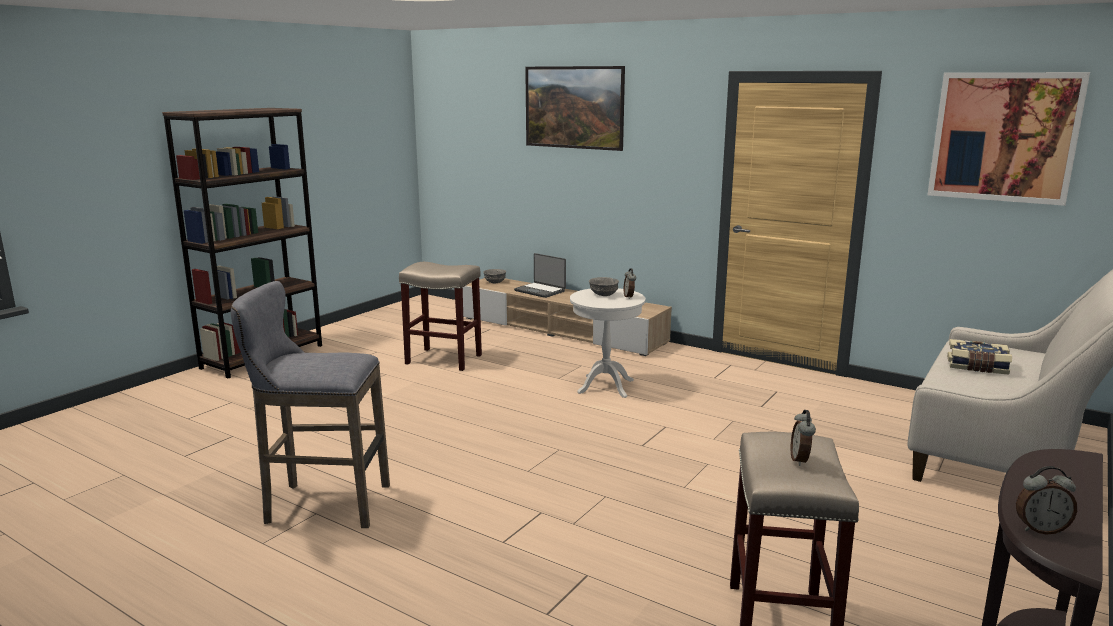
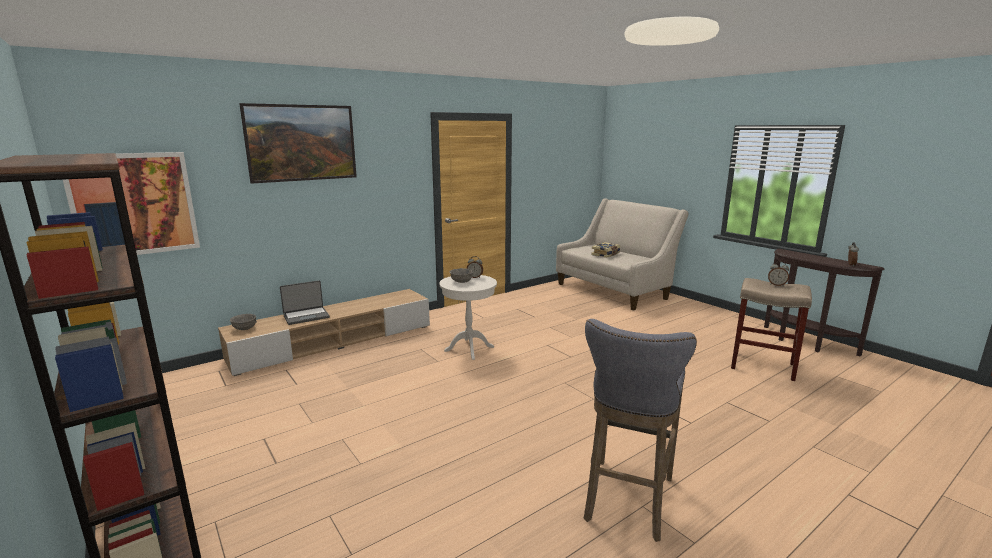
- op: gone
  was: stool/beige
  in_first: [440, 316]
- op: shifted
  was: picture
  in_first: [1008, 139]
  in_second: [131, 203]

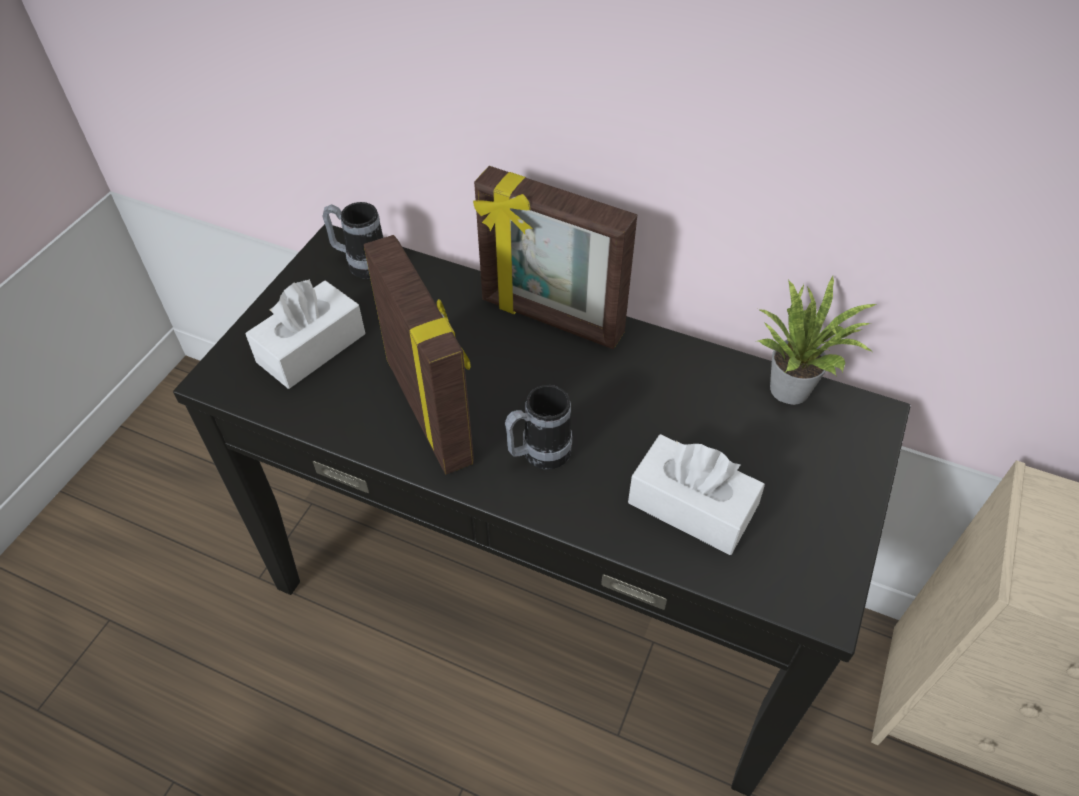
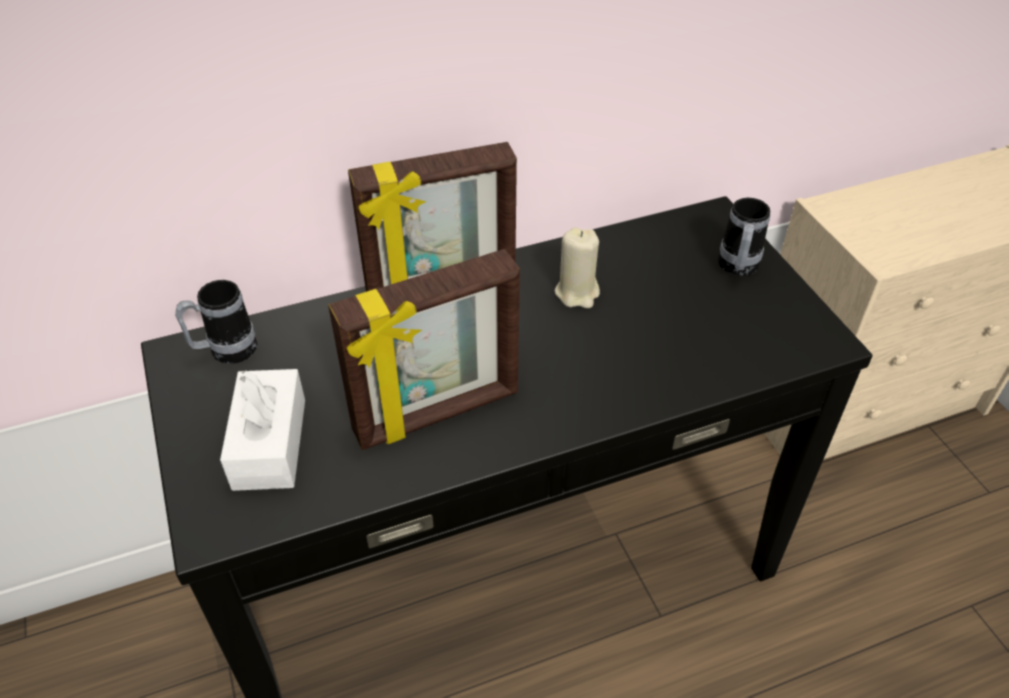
- op: rotated
  was: picture frame
  in_first: [419, 354]
  in_second: [424, 349]
  clockwise: 135
- op: shifted
  was: mug
  in_first: [538, 427]
  in_second: [744, 237]
- op: gone
  was: tissue box/white
  in_first: [696, 494]
- op: gone
  was: potted plant
  in_first: [817, 340]
- op: new
  now: candle/beige
  in_second: [577, 268]

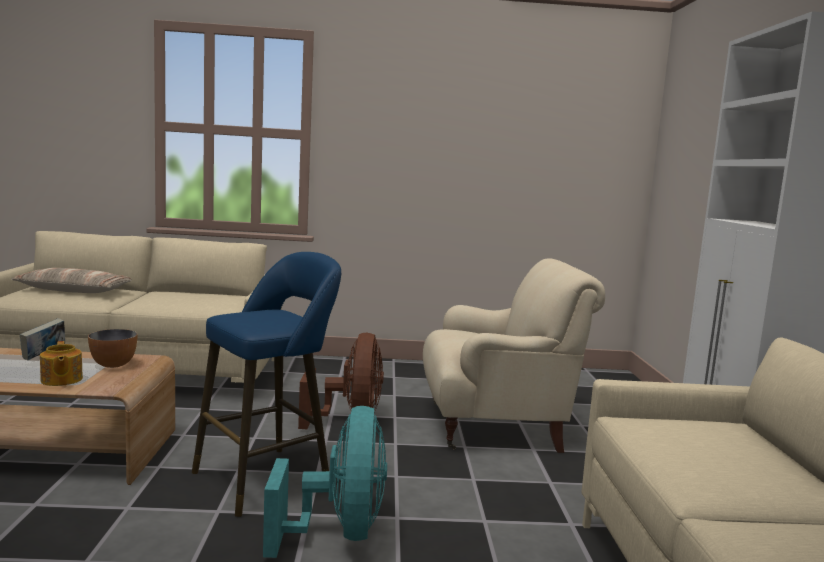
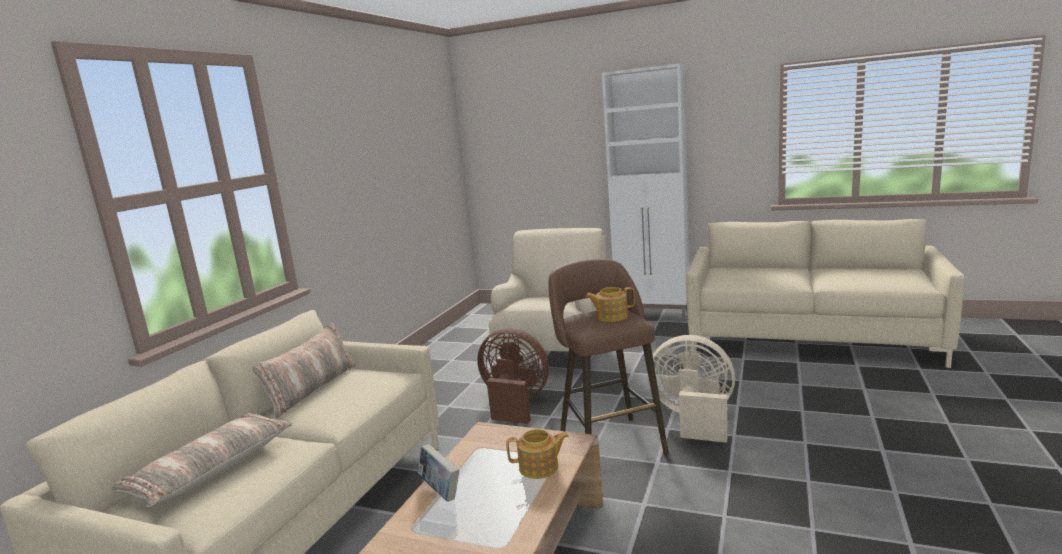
- op: gone
  was: bowl
  in_first: [112, 348]
- op: repainted
  was: stool/blue
  now: stool/brown
  in_first: [266, 384]
  in_second: [608, 357]
- op: repainted
  was: fan/turquoise
  now: fan/beige
  in_first: [325, 482]
  in_second: [694, 389]
- op: new
  now: pillow
  in_second: [303, 370]
- op: new
  now: teapot
  in_second: [610, 304]

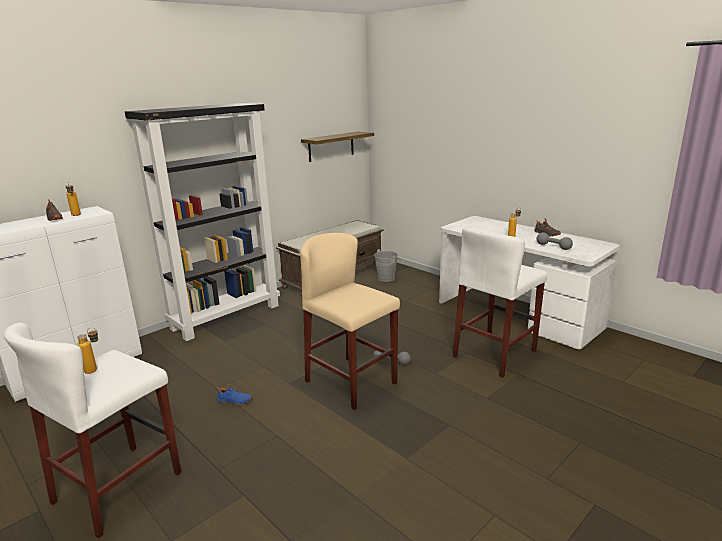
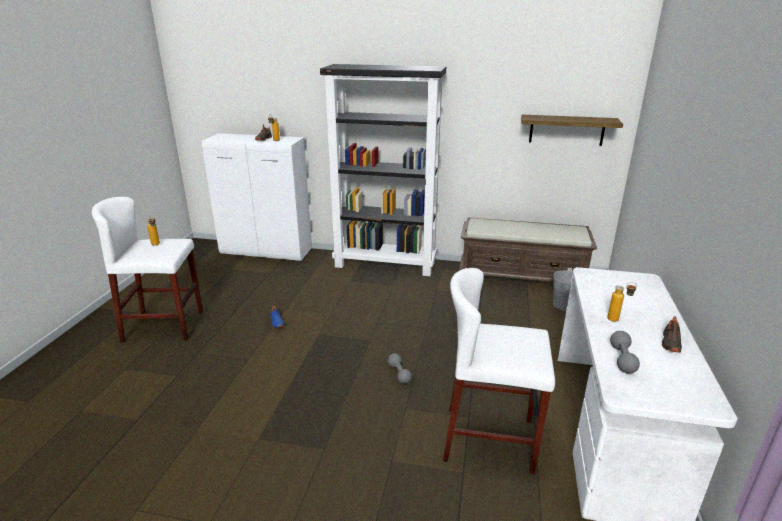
- op: gone
  was: stool/beige
  in_first: [350, 321]

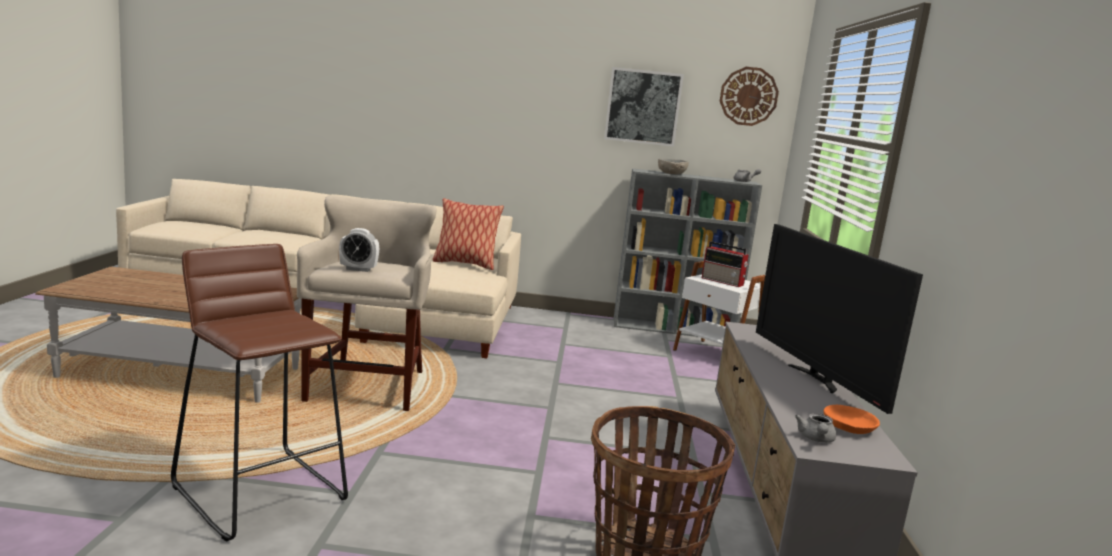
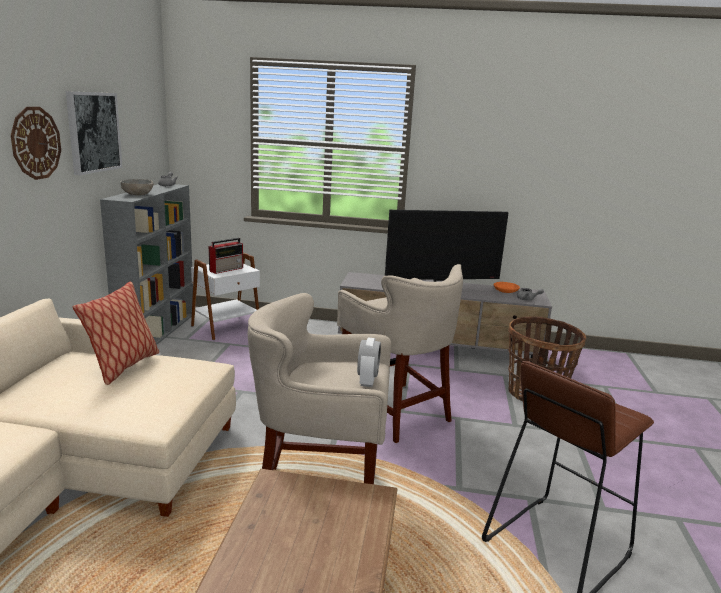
- op: shifted
  was: wall clock
  in_first: [749, 96]
  in_second: [36, 143]
- op: new
  now: stool/beige
  in_second: [400, 353]

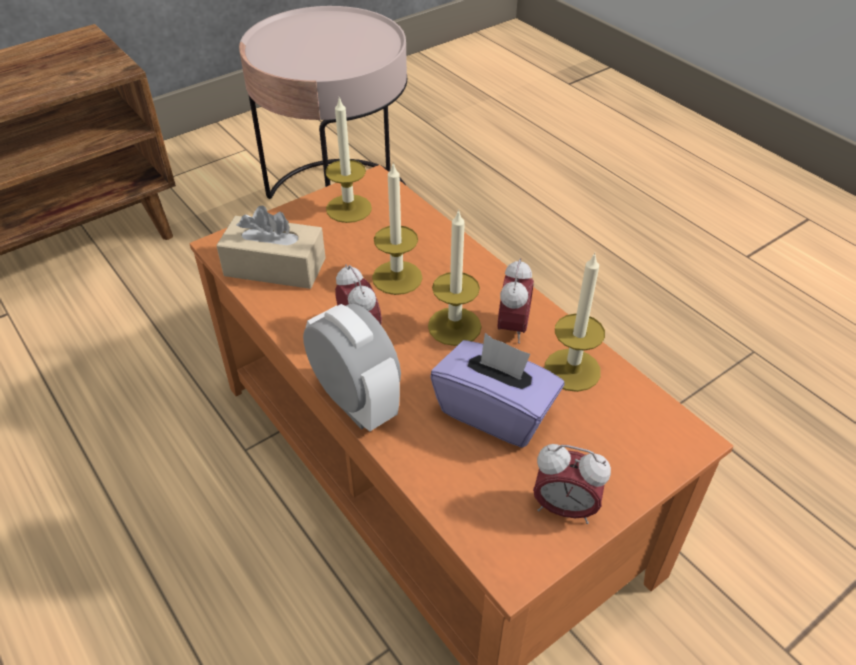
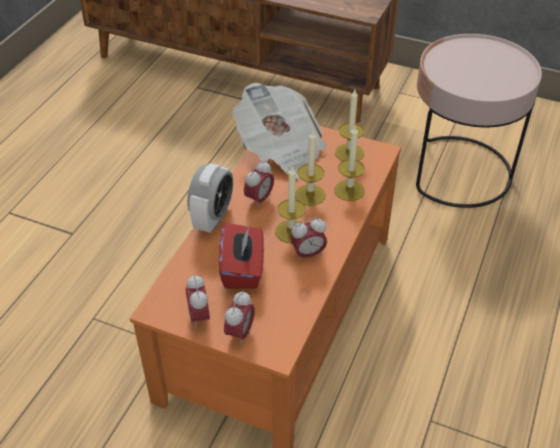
- op: swapped
  was: tissue box/beige
  now: newspaper
  in_first: [271, 247]
  in_second: [280, 131]
- op: repainted
  was: tissue box/purple
  now: tissue box/red
  in_first: [497, 390]
  in_second: [241, 256]
- op: shifted
  was: candle
  in_first: [574, 322]
  in_second: [349, 163]
- op: new
  now: alarm clock
  in_second: [239, 318]

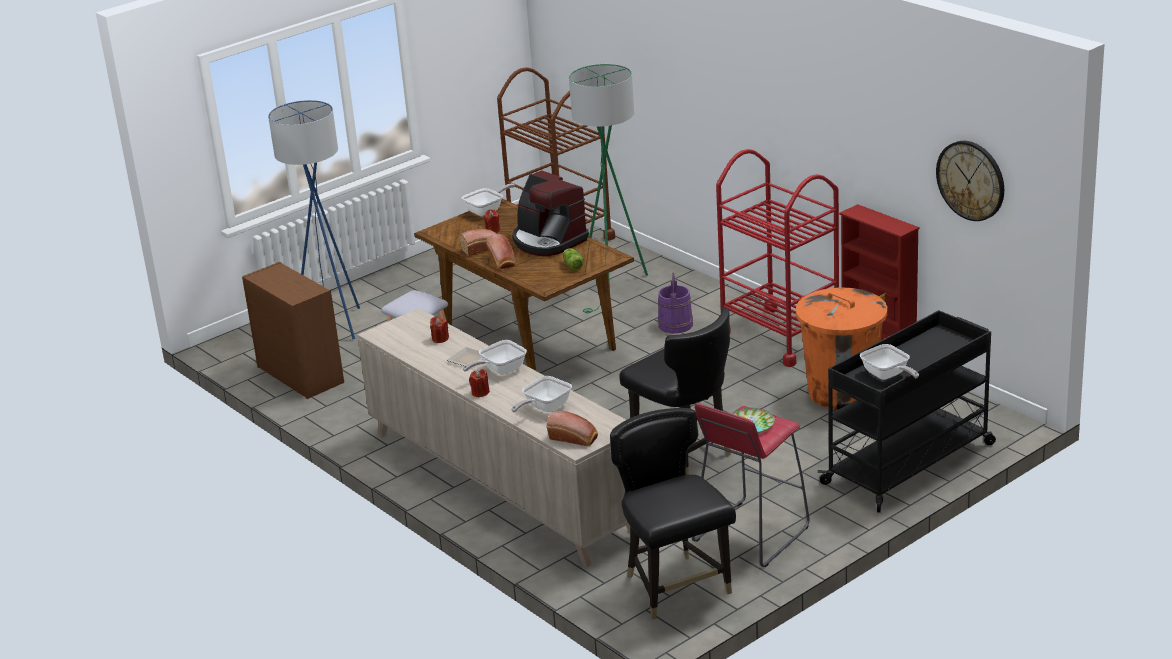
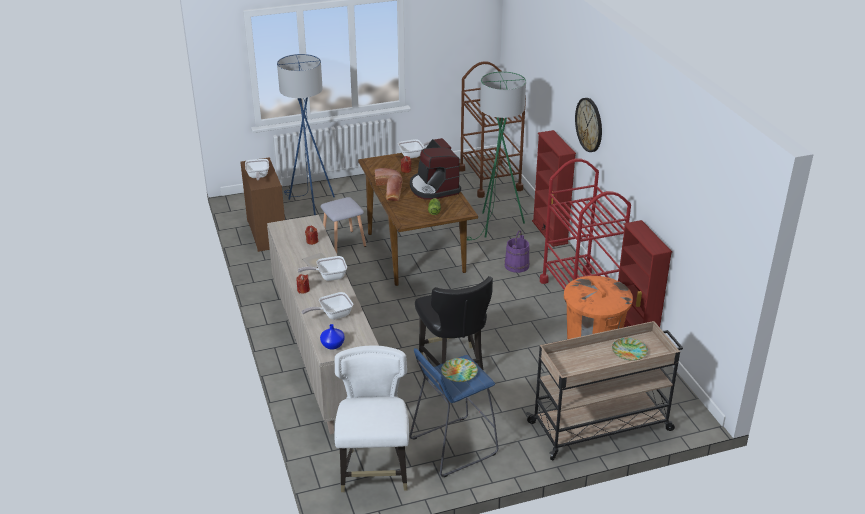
- op: swapped
  was: bread
  now: vase/blue
  in_first: [572, 428]
  in_second: [332, 337]
- op: repainted
  was: chair/black
  now: chair/white
  in_first: [673, 514]
  in_second: [371, 419]
- op: repainted
  was: stool/red
  now: stool/blue
  in_first: [751, 485]
  in_second: [453, 412]
- op: repainted
  was: cart/black
  now: cart/beige
  in_first: [906, 411]
  in_second: [604, 390]
- op: shifted
  was: frying pan
  in_first: [889, 362]
  in_second: [257, 169]
- op: shifted
  was: wall clock
  in_first: [970, 181]
  in_second: [588, 125]
- op: new
  now: bookcase/red
  in_second: [554, 188]
- op: new
  now: plate
  in_second: [630, 349]

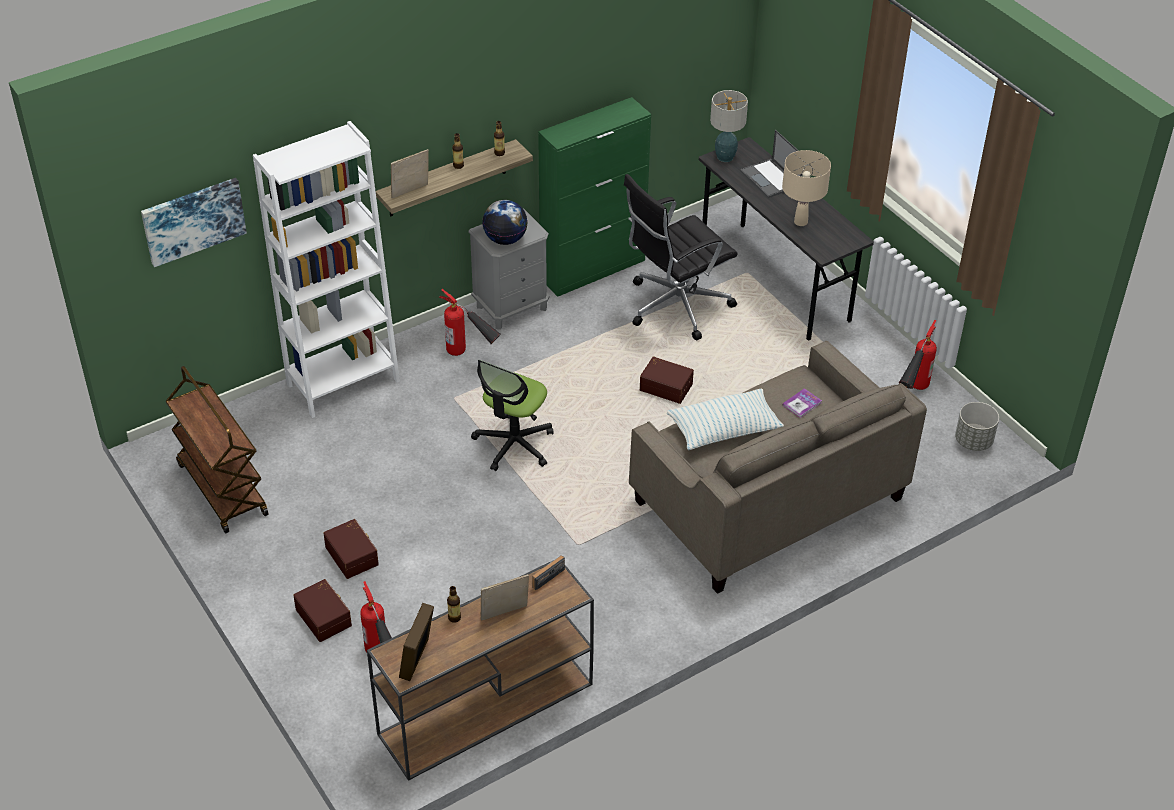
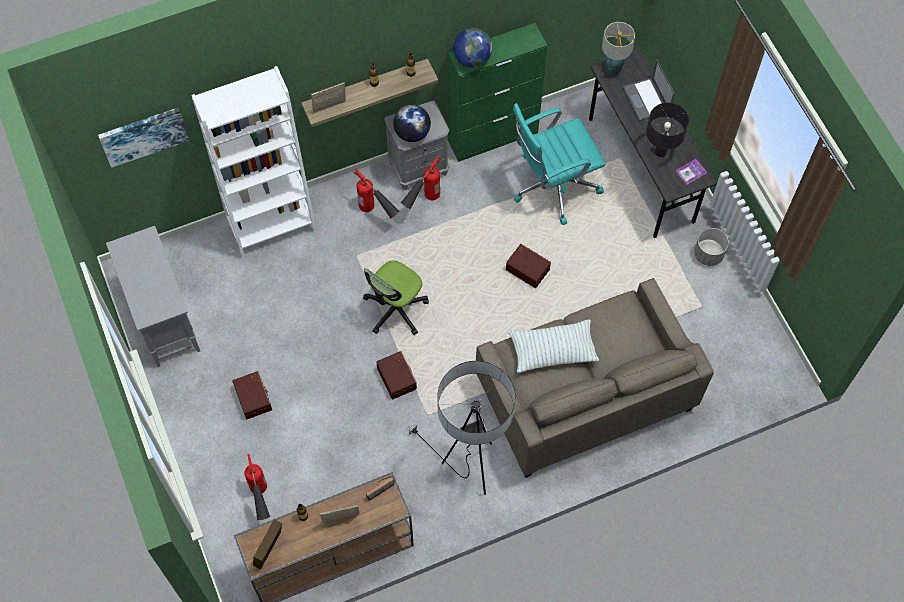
- op: swapped
  was: cart/brown
  now: cabinet/grey
  in_first: [217, 449]
  in_second: [153, 296]
- op: shifted
  was: storage box/brown
  in_first: [322, 610]
  in_second: [396, 375]
- op: repainted
  was: office chair/black
  now: office chair/turquoise
  in_first: [681, 257]
  in_second: [559, 164]
- op: repainted
  was: table lamp/beige
  now: table lamp/black
  in_first: [806, 188]
  in_second: [667, 129]
- op: shifted
  was: book
  in_first: [802, 403]
  in_second: [691, 172]
- op: shifted
  was: fire extinguisher
  in_first: [918, 355]
  in_second: [420, 182]
- op: shifted
  was: planter/grey
  in_first: [977, 426]
  in_second: [711, 247]
- op: new
  now: floor lamp
  in_second: [461, 428]
- op: new
  now: globe
  in_second: [472, 48]

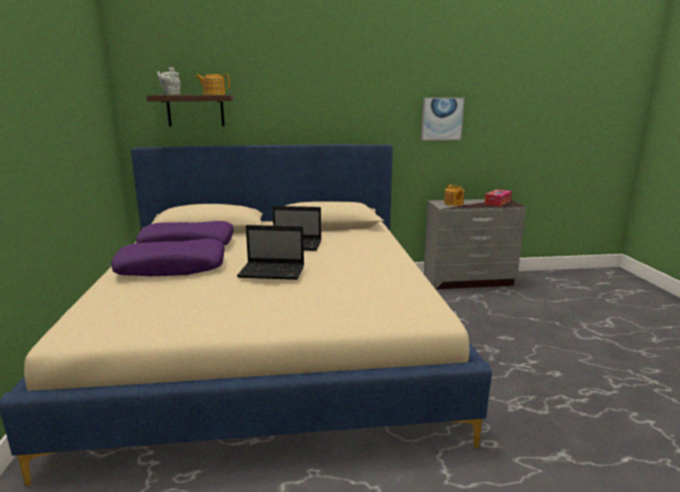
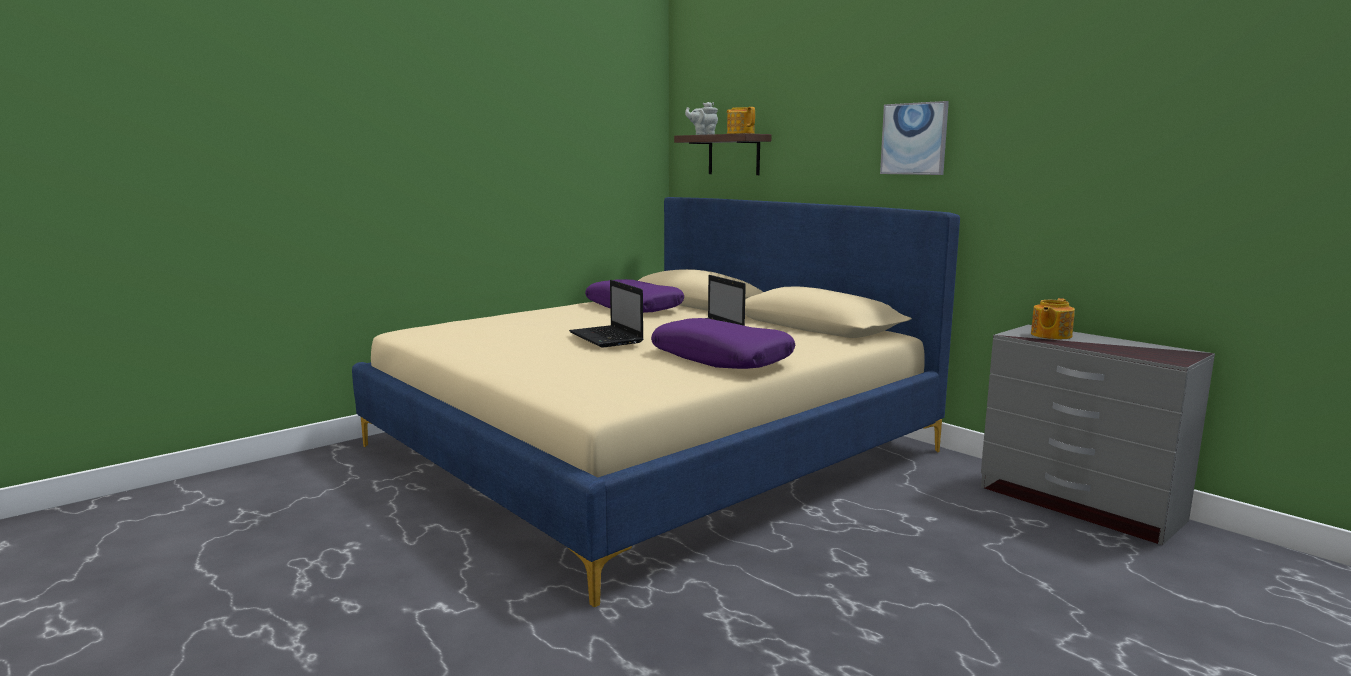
- op: shifted
  was: pillow/purple
  in_first: [168, 257]
  in_second: [723, 343]
- op: shifted
  was: picture
  in_first: [443, 119]
  in_second: [914, 138]
- op: gone
  was: tissue box
  in_first: [498, 197]

